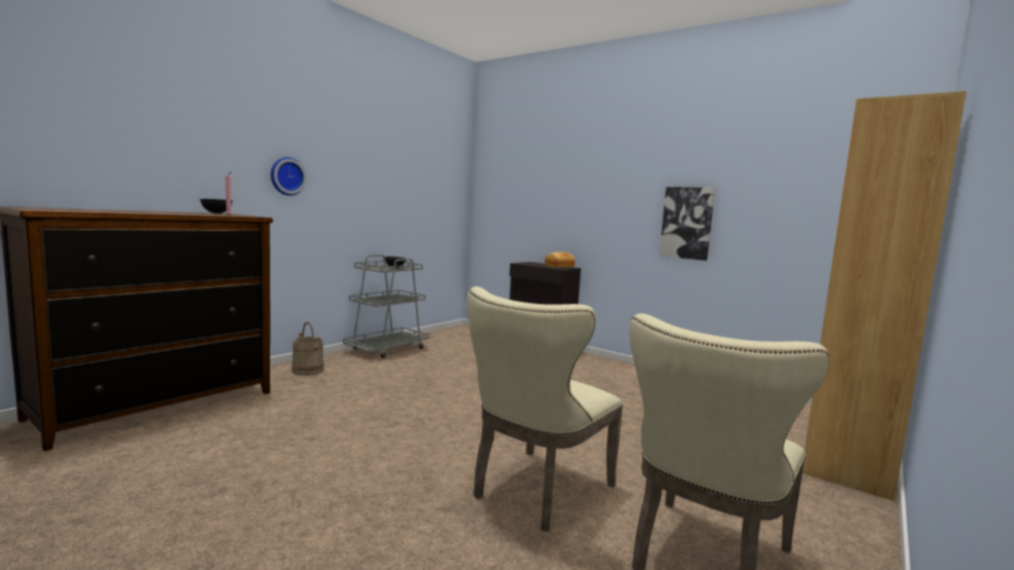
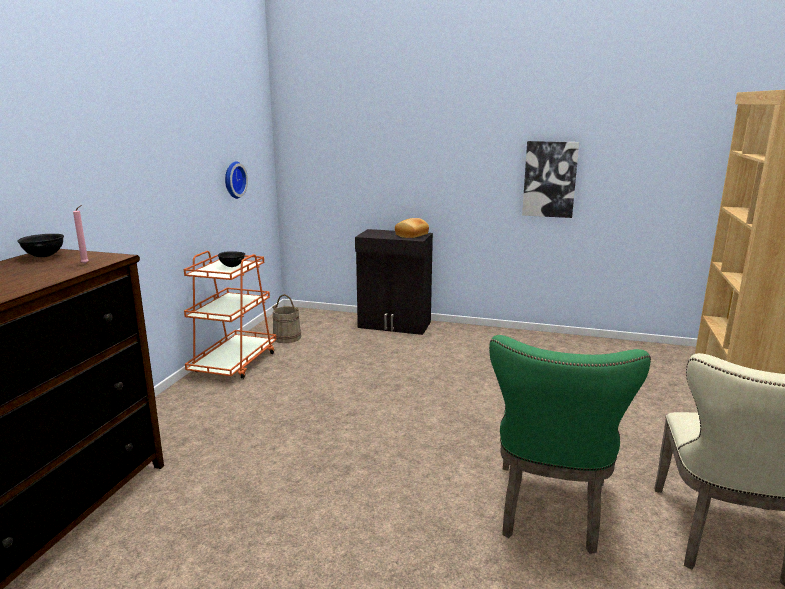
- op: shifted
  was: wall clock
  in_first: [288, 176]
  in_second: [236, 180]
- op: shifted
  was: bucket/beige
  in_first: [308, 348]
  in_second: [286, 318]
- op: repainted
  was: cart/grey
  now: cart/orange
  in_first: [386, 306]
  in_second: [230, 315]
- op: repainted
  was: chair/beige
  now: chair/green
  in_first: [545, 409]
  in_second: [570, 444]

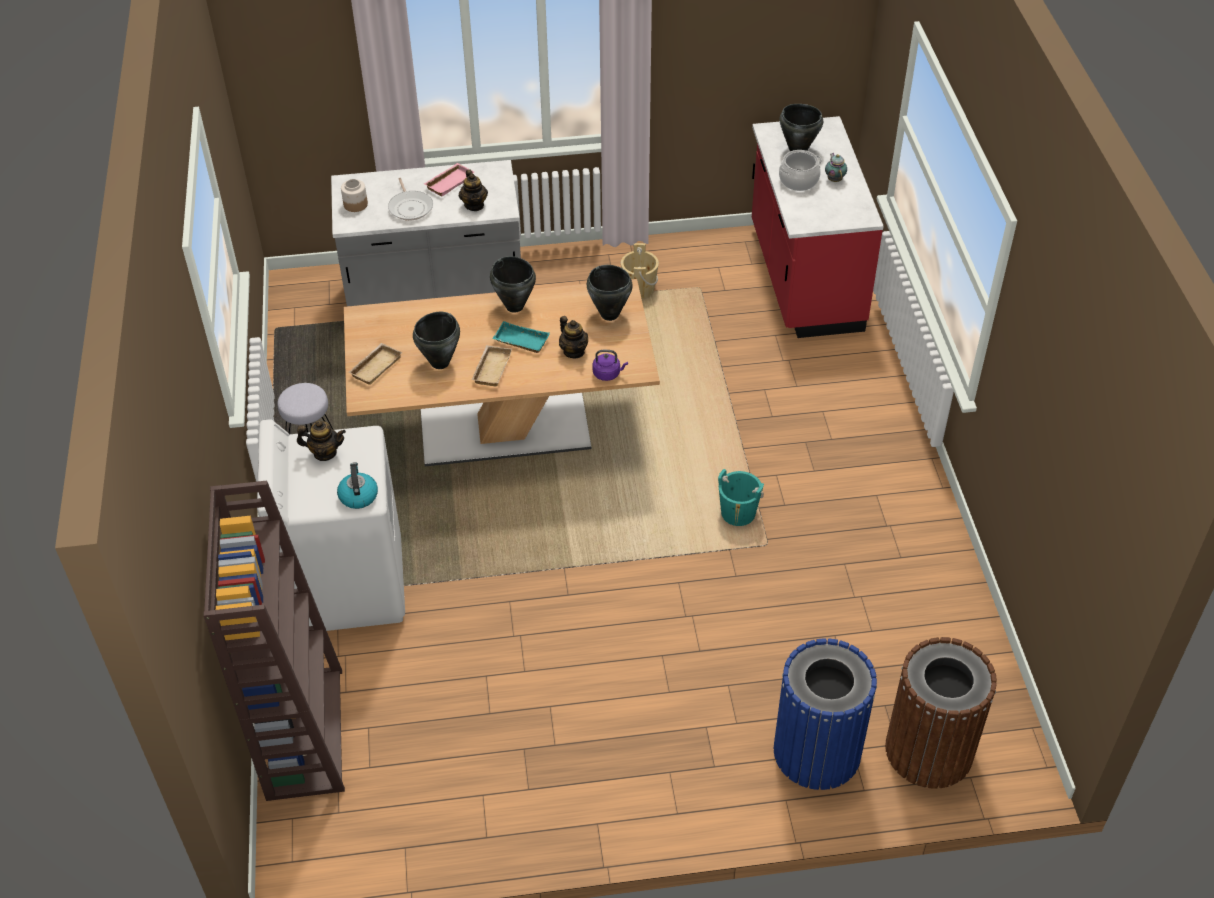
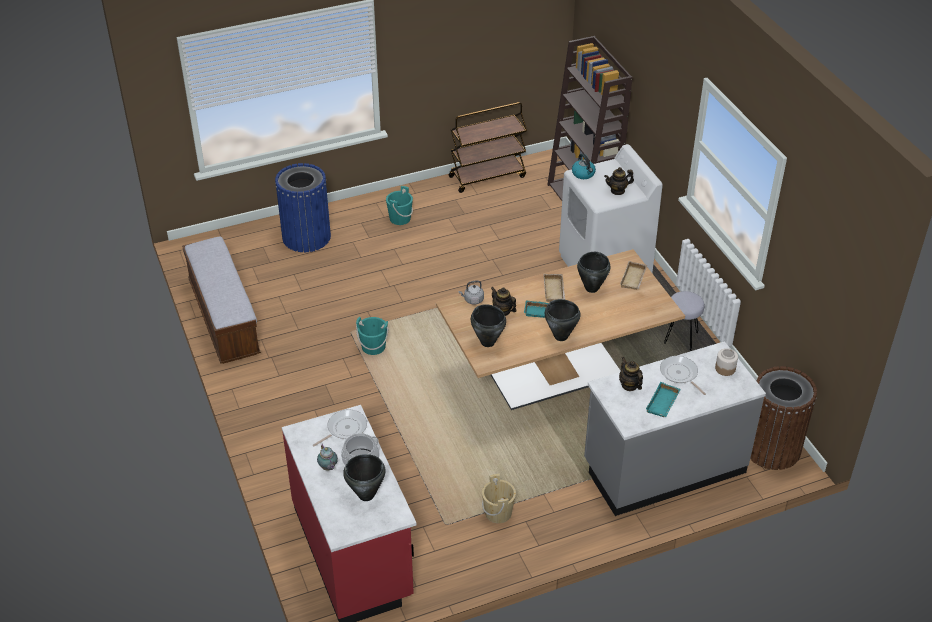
- op: repainted
  was: tray/pink
  now: tray/turquoise
  in_first: [449, 180]
  in_second: [663, 399]
- op: repainted
  was: kettle/purple
  now: kettle/grey
  in_first: [610, 365]
  in_second: [471, 292]
- op: shifted
  was: trash can/brown
  in_first: [941, 713]
  in_second: [783, 418]
- op: new
  now: bench
  in_second: [221, 300]
- op: new
  now: frying pan
  in_second: [340, 427]
- op: new
  now: bucket/turquoise
  in_second: [399, 205]
- op: new
  now: cart/brown
  in_second: [488, 147]

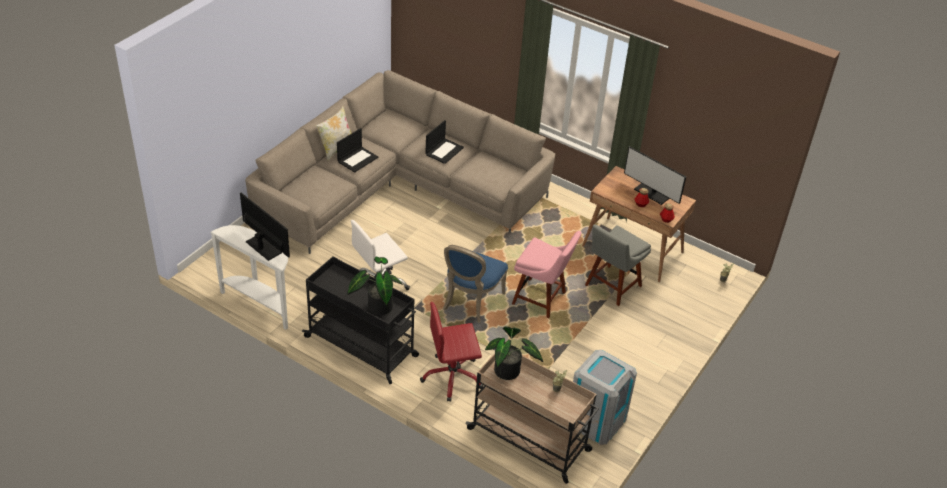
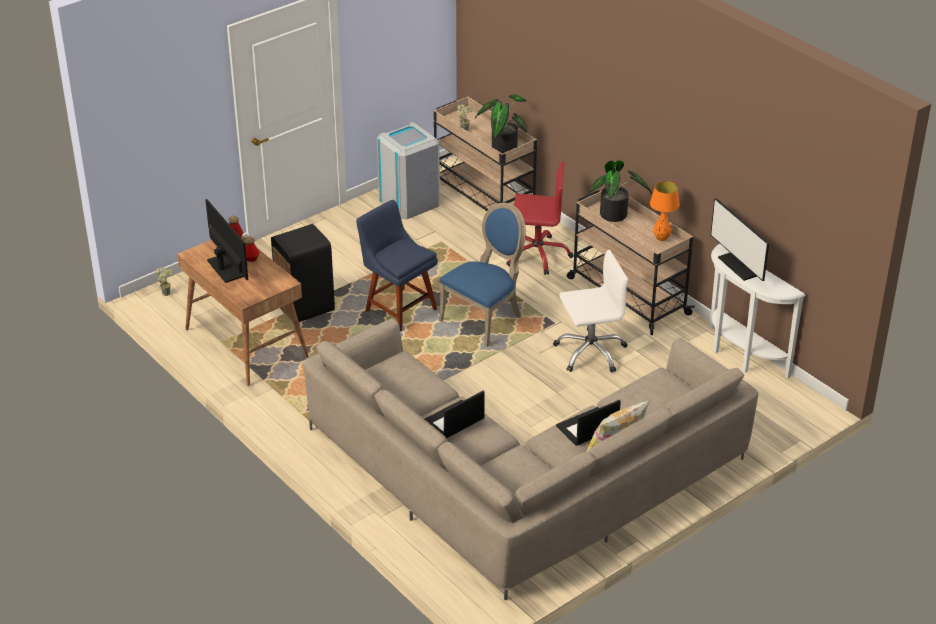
- op: repainted
  was: cart/black
  now: cart/beige
  in_first: [360, 320]
  in_second: [631, 262]
- op: repainted
  was: chair/pink
  now: chair/blue
  in_first: [547, 274]
  in_second: [397, 266]
- op: swapped
  was: chair/grey
  now: trash can/black
  in_first: [618, 265]
  in_second: [303, 273]
- op: new
  now: table lamp/orange
  in_second: [665, 211]

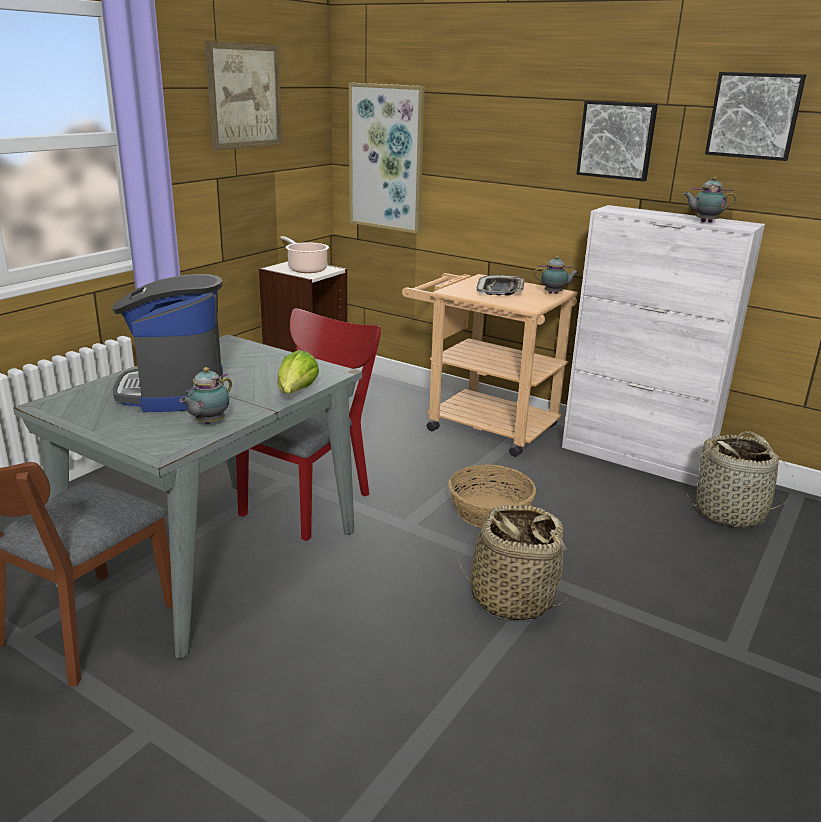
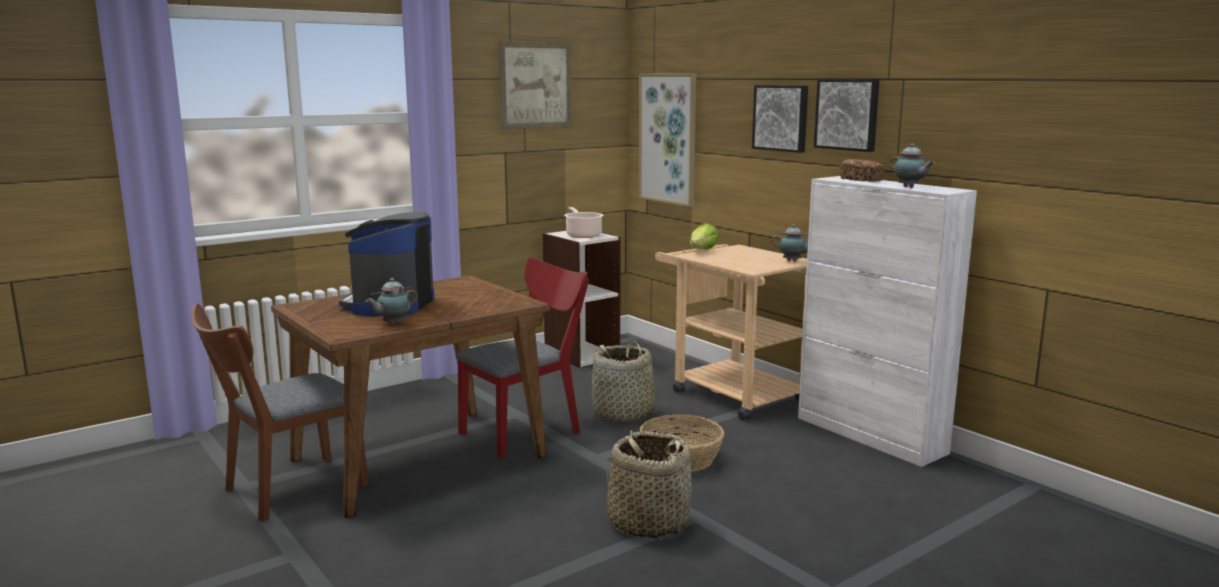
- op: repainted
  was: dining table/grey
  now: dining table/brown
  in_first: [187, 497]
  in_second: [410, 396]
- op: shifted
  was: lettuce
  in_first: [298, 371]
  in_second: [704, 236]
- op: gone
  was: tray
  in_first: [501, 285]
- op: rotated
  was: teapot
  in_first: [710, 200]
  in_second: [912, 166]
  clockwise: -150
- op: shifted
  was: basket
  in_first: [740, 479]
  in_second: [627, 381]
- op: shifted
  was: picture
  in_first: [755, 116]
  in_second: [780, 119]
- op: new
  now: bread
  in_second: [862, 170]

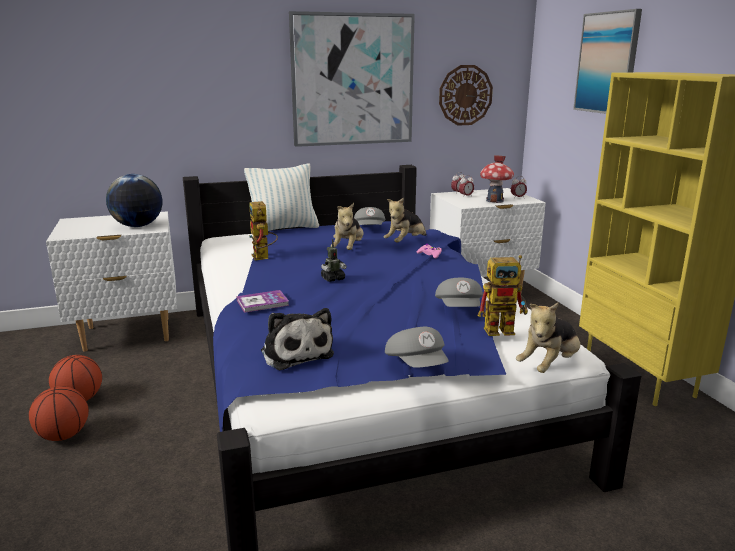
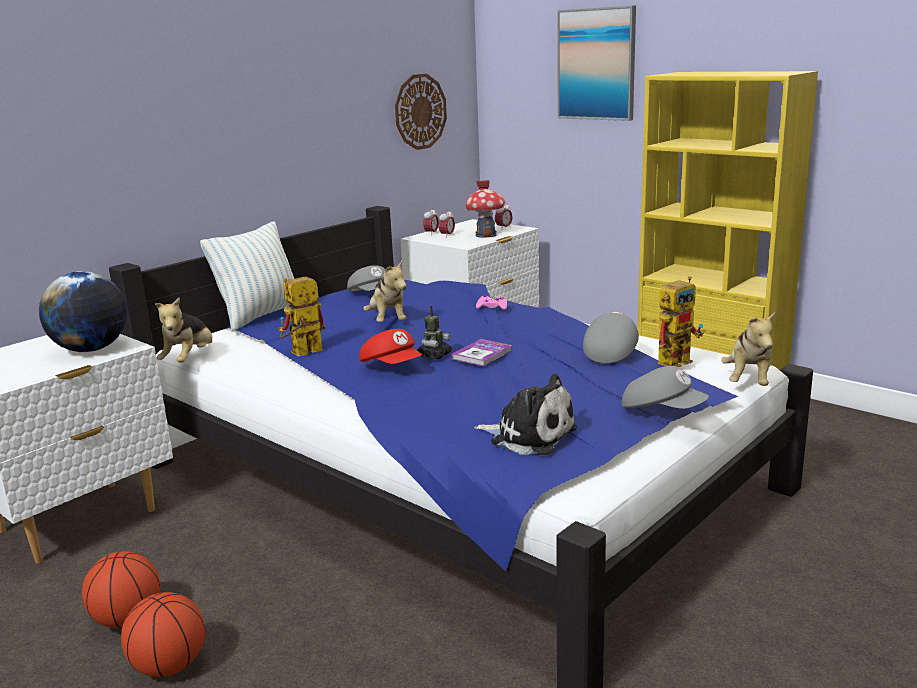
- op: shifted
  was: book
  in_first: [263, 301]
  in_second: [481, 352]
- op: rotated
  was: toy robot
  in_first: [263, 230]
  in_second: [302, 316]
  clockwise: 105
- op: gone
  was: picture
  in_first: [352, 79]
- op: shifted
  was: plush toy
  in_first: [405, 220]
  in_second: [183, 330]
- op: rotated
  was: cap/grey
  in_first: [459, 292]
  in_second: [611, 337]
  clockwise: -120
- op: new
  now: cap/red
  in_second: [390, 346]

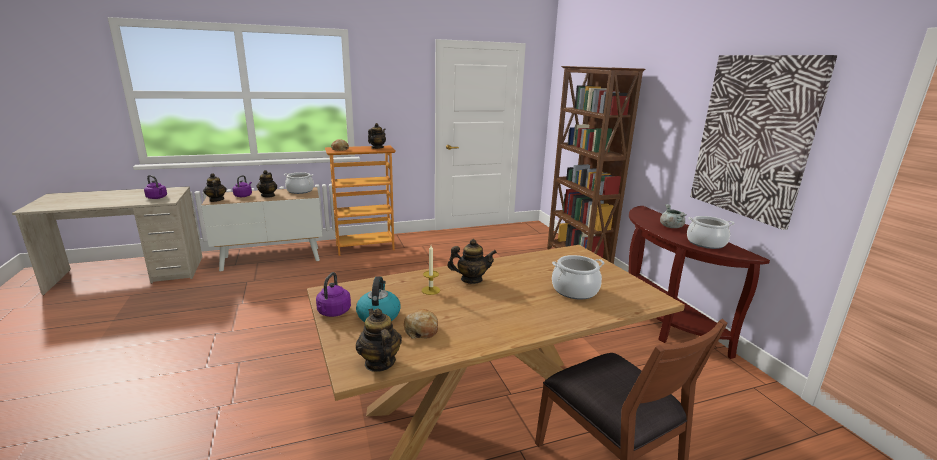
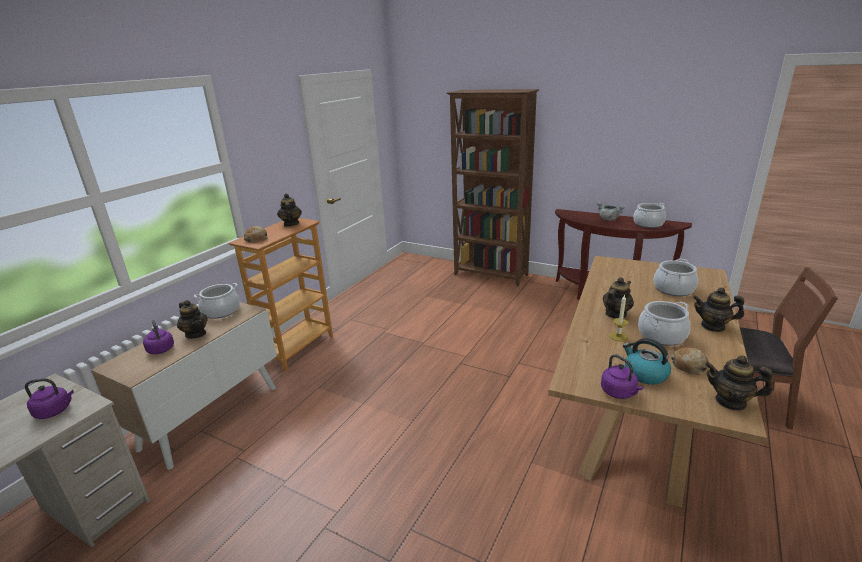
- op: shifted
  was: teapot
  in_first: [215, 187]
  in_second: [718, 309]
- op: gone
  was: picture
  in_first: [763, 142]
- op: new
  now: cooking pot
  in_second: [664, 323]

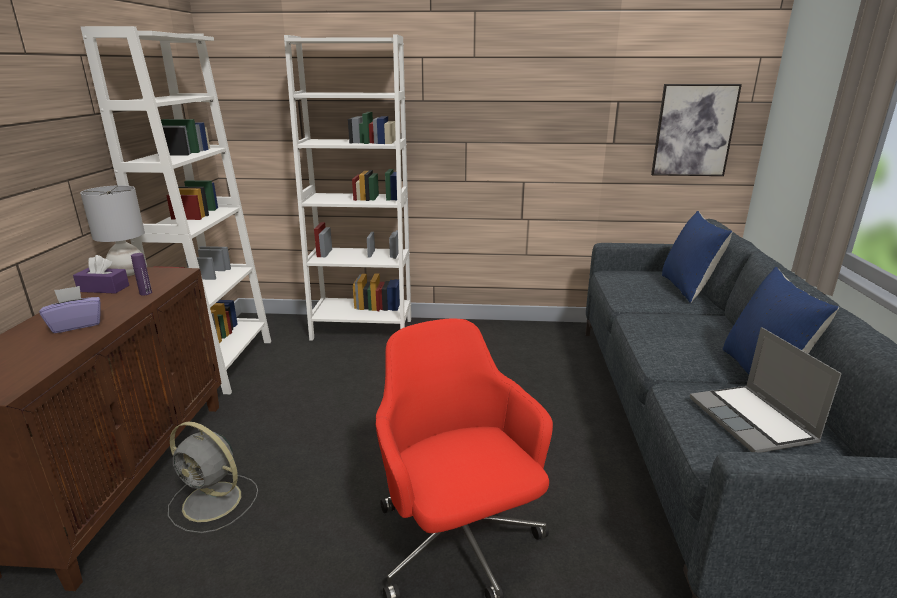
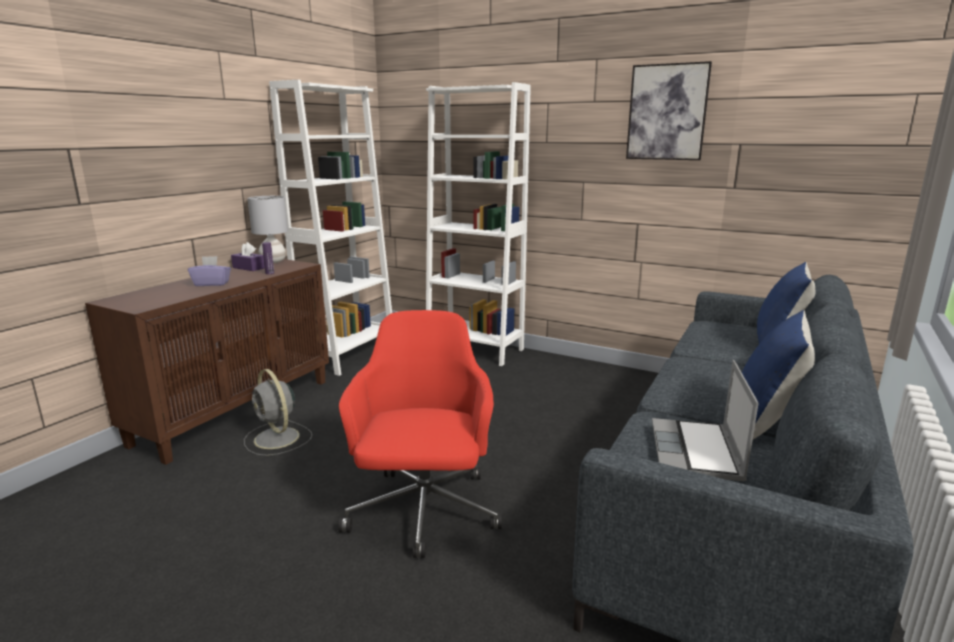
- op: shifted
  was: picture
  in_first: [696, 130]
  in_second: [669, 110]

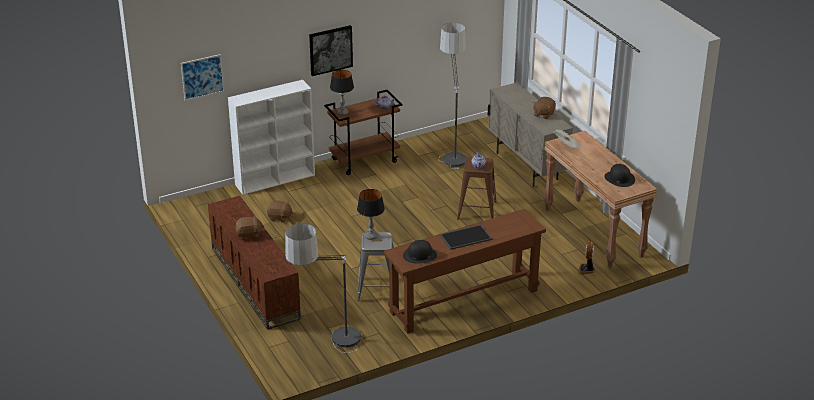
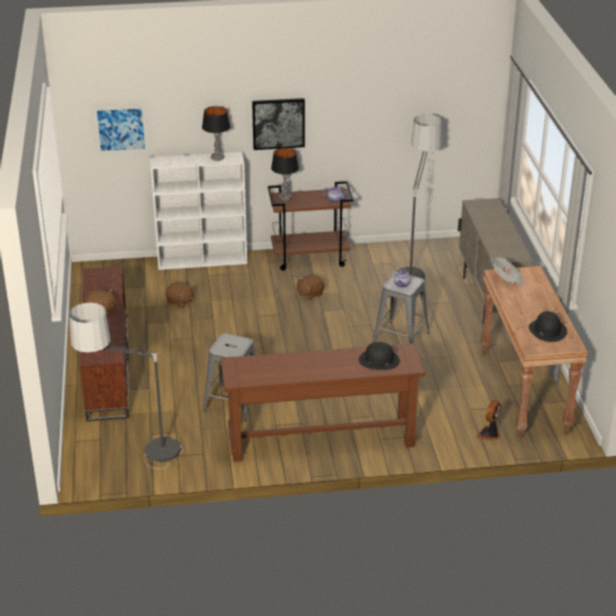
- op: shifted
  was: table lamp
  in_first: [371, 214]
  in_second: [216, 133]
- op: shifted
  was: hat/black
  in_first: [420, 251]
  in_second: [379, 356]
- op: gone
  was: tray
  in_first: [466, 237]
- op: repainted
  was: stool/brown
  now: stool/grey
  in_first: [477, 188]
  in_second: [400, 308]
- op: shifted
  was: plush toy/brown
  in_first: [544, 108]
  in_second: [311, 287]

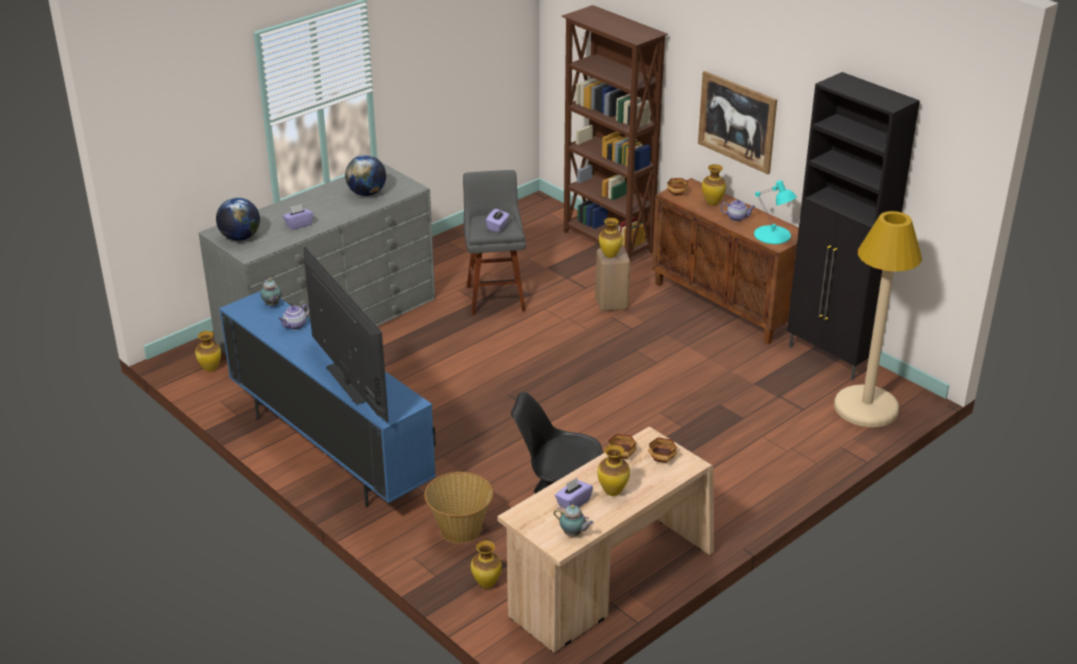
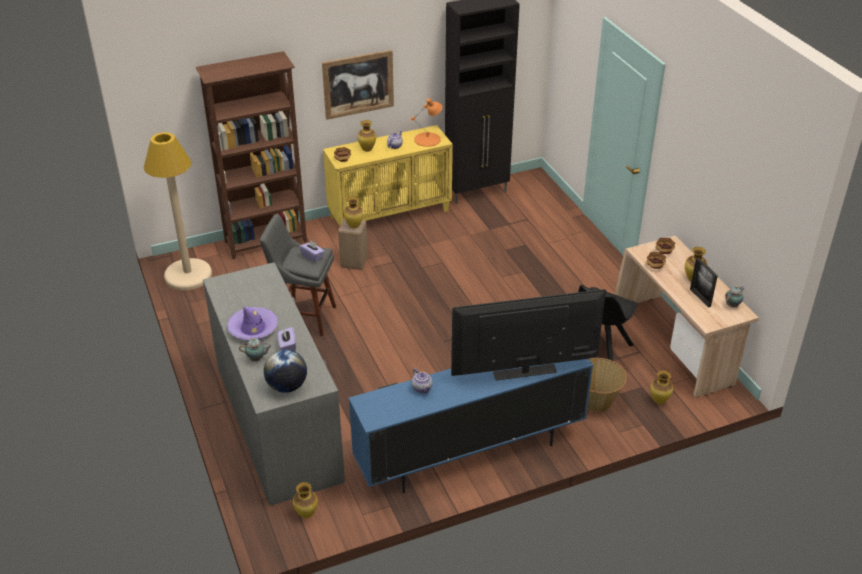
- op: shifted
  was: teapot
  in_first: [271, 292]
  in_second: [255, 349]
- op: gone
  was: globe
  in_first: [365, 175]
- op: swapped
  was: tissue box/purple
  now: picture frame
  in_first: [574, 493]
  in_second: [704, 283]
- op: repainted
  was: cabinet/brown
  now: cabinet/yellow
  in_first: [725, 261]
  in_second: [388, 175]
- op: repainted
  was: table lamp/turquoise
  now: table lamp/orange
  in_first: [775, 212]
  in_second: [427, 122]
- op: shifted
  was: floor lamp/beige
  in_first: [878, 319]
  in_second: [178, 211]
- op: new
  now: hat/purple
  in_second: [252, 324]

